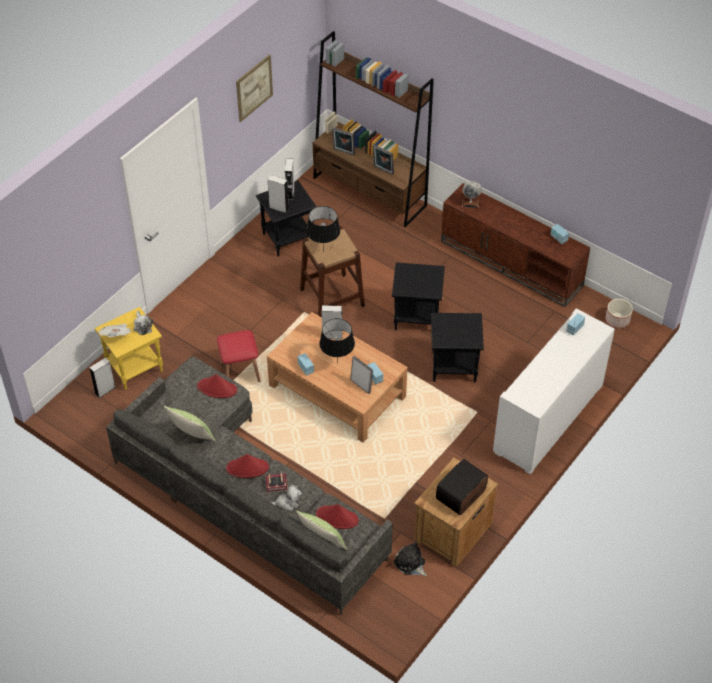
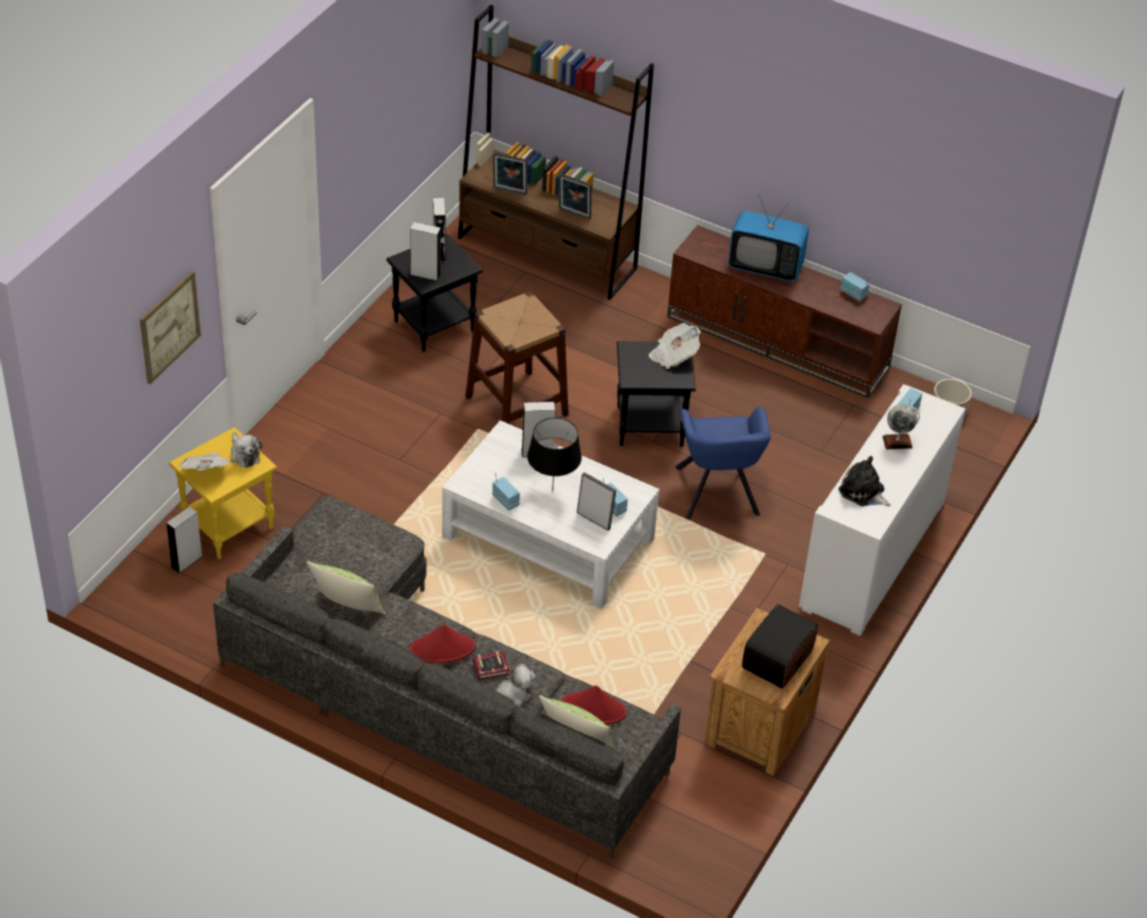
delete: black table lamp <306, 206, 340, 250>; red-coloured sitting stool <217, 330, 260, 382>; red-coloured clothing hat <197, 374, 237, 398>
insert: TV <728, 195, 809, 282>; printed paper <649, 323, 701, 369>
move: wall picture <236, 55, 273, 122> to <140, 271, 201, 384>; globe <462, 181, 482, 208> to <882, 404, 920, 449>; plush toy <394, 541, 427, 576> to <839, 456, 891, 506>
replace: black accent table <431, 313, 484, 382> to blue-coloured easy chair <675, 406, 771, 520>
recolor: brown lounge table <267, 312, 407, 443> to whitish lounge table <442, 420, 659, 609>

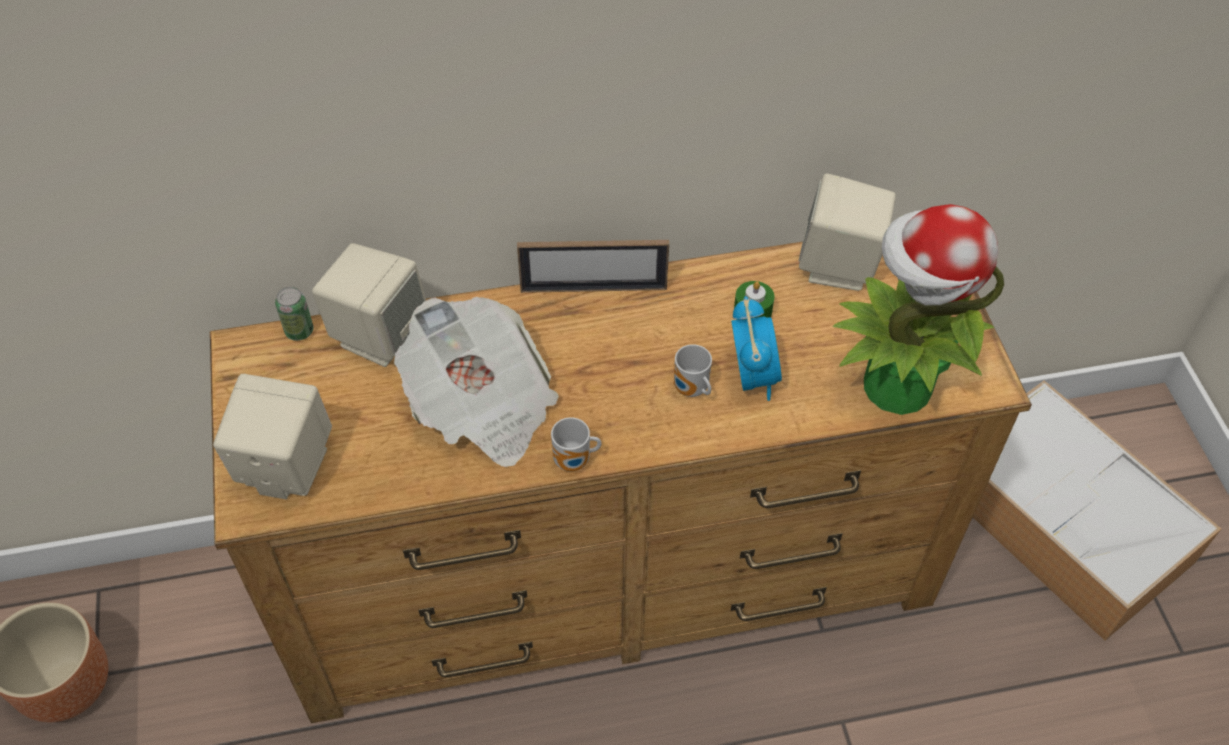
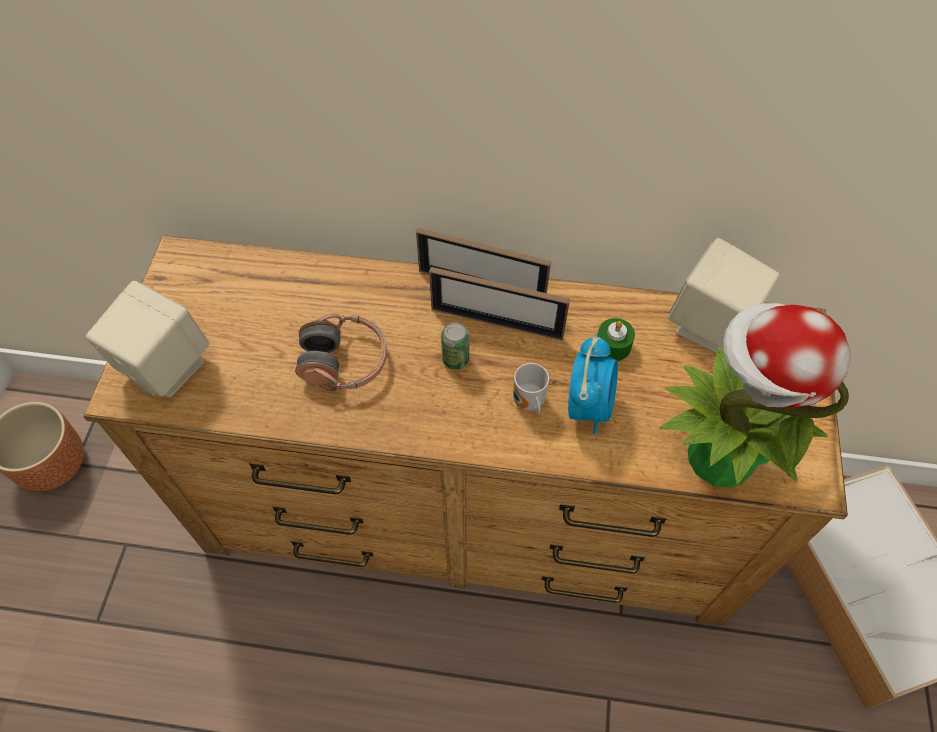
delete: beige speaker <312, 243, 426, 367>; tea mug <551, 417, 601, 472>
insert: photo frame <429, 267, 570, 341>
move: sealed can <275, 287, 314, 341> to <441, 322, 469, 370>
replace: printed paper <394, 297, 559, 467> to pair of headphones <295, 313, 387, 391>

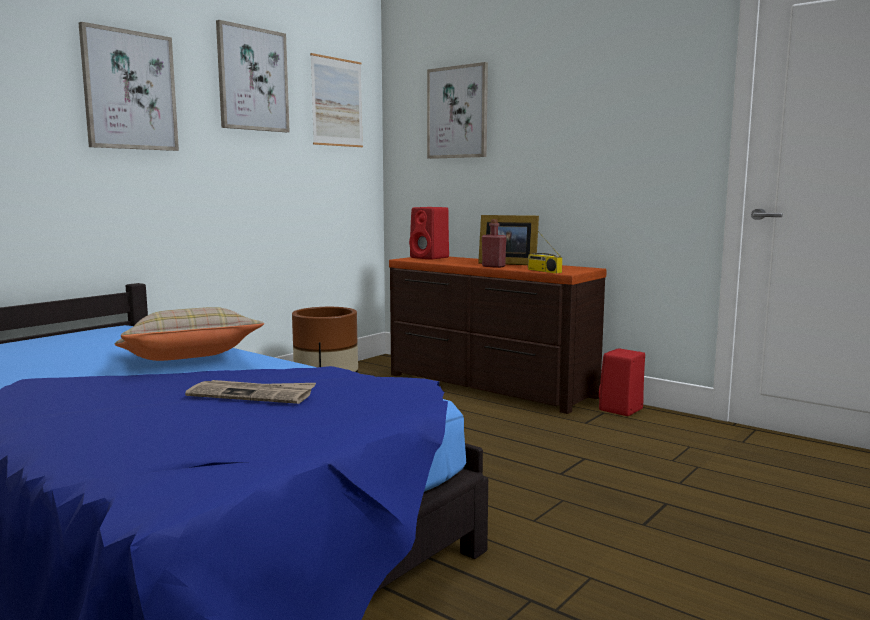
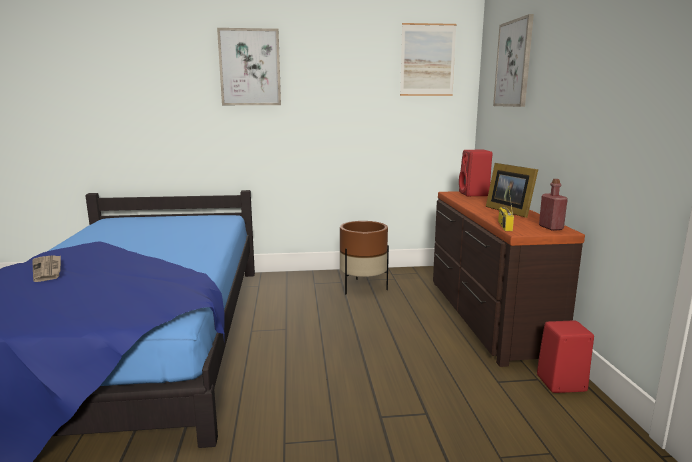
delete: wall picture <216, 20, 290, 132>; beige throw pillow <115, 307, 264, 361>
move: red-coloured beverage bottle <482, 219, 507, 268> to <539, 179, 568, 231>; printed paper <185, 380, 316, 404> to <32, 255, 61, 282>

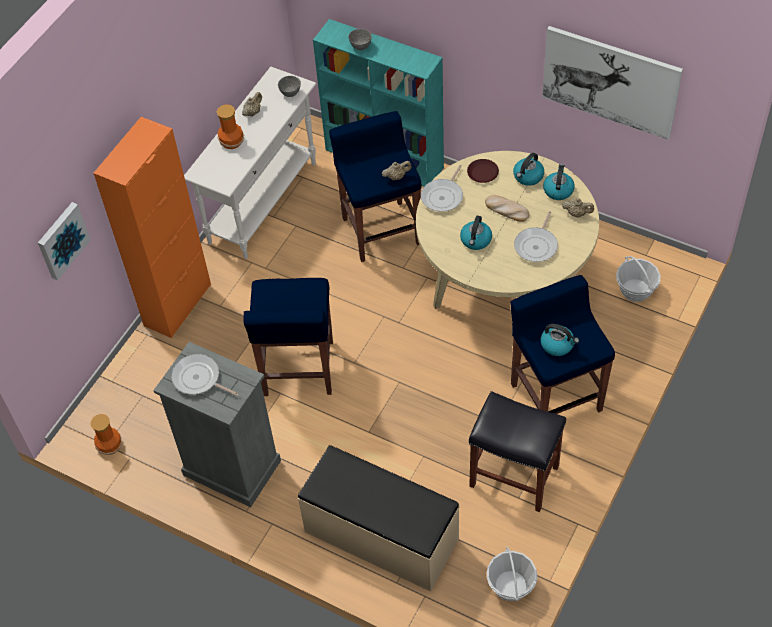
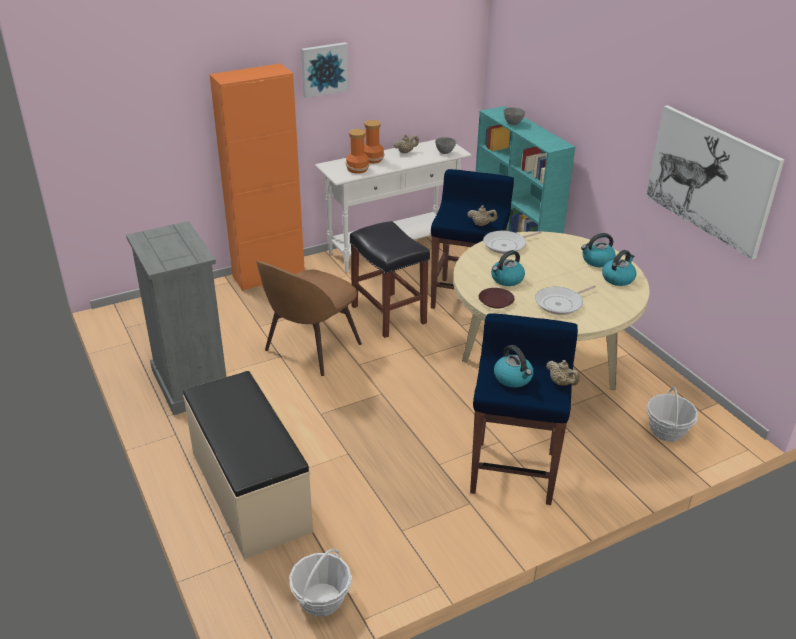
delete: baked bread <485, 195, 529, 222>; pan <171, 354, 239, 396>
move: brown plate <467, 159, 499, 183> to <479, 288, 515, 309>; beige pot for tea <562, 198, 594, 217> to <546, 360, 579, 386>; wall picture <38, 202, 91, 281> to <301, 42, 349, 98>; black sitting stool <469, 391, 566, 512> to <350, 221, 430, 338>; vase <90, 414, 122, 455> to <346, 129, 370, 174>
replace: blue-coloured sitting stool <244, 278, 333, 396> to brown upright chair <256, 261, 362, 376>

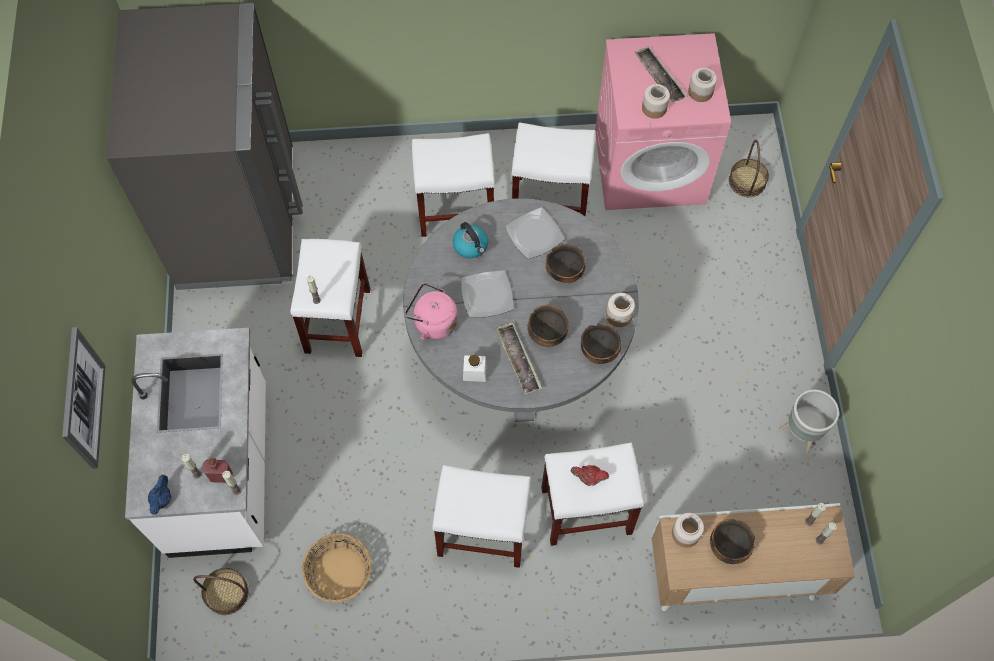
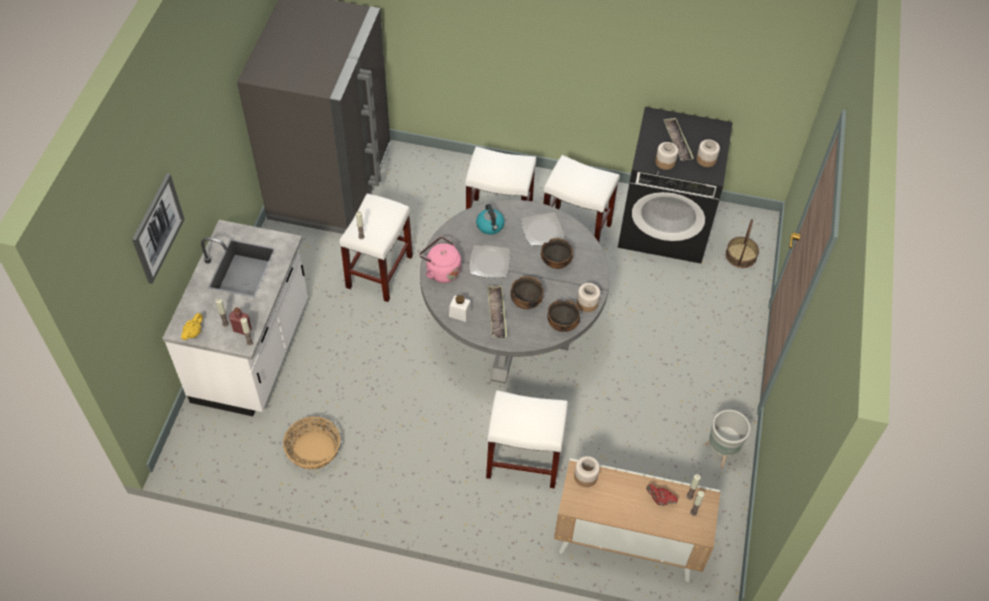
delete: whitish sitting stool <432, 465, 531, 568>; bowl <710, 519, 755, 564>; storage basket <193, 568, 249, 615>
move: red-coloured pot for tea <571, 465, 609, 486> to <646, 484, 678, 506>
recolor: pinkish laundry machine <595, 33, 731, 210> to black laundry machine <618, 107, 733, 264>; blue-coloured pot for tea <148, 475, 171, 515> to yellowish pot for tea <181, 313, 203, 340>

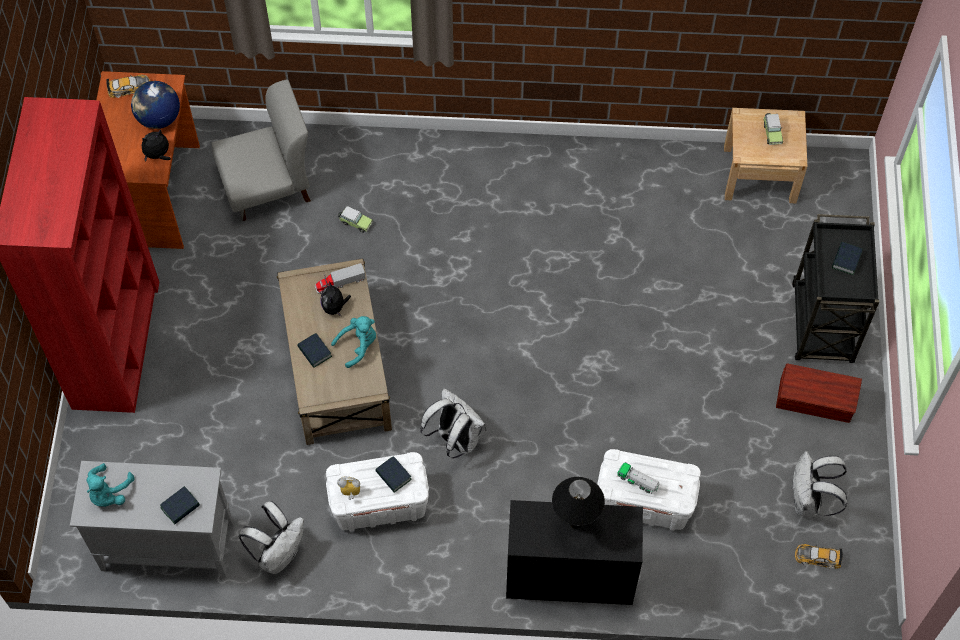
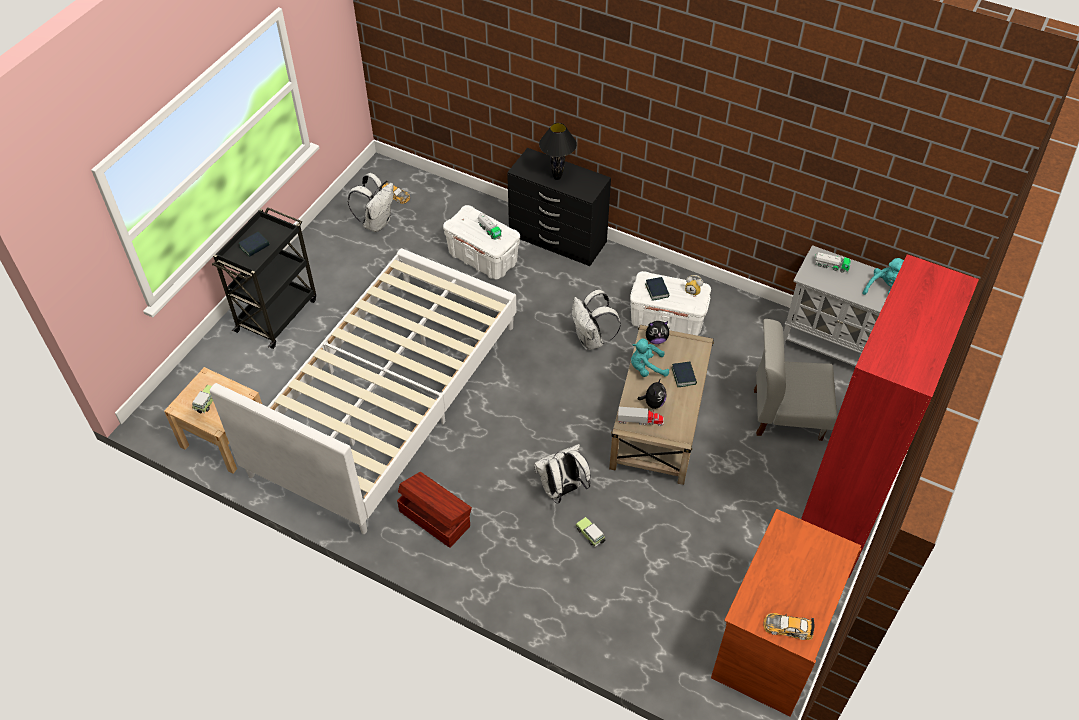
delete: globe <131, 81, 180, 129>
insert: whitish bed <210, 248, 517, 534>
move: gray upright chair <211, 80, 311, 221> to <754, 319, 837, 441>; plush toy <142, 129, 171, 161> to <646, 321, 669, 344>; brown storage bin <776, 364, 862, 423> to <397, 472, 472, 548>; whitish backpack <238, 501, 304, 574> to <534, 444, 591, 504>
replace: book <160, 486, 200, 524> to model truck <815, 252, 851, 273>

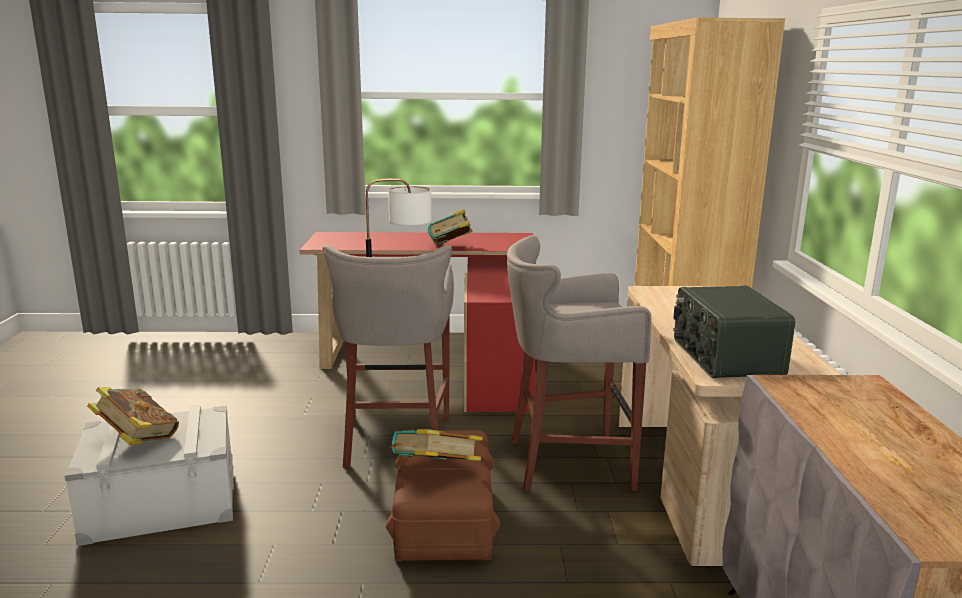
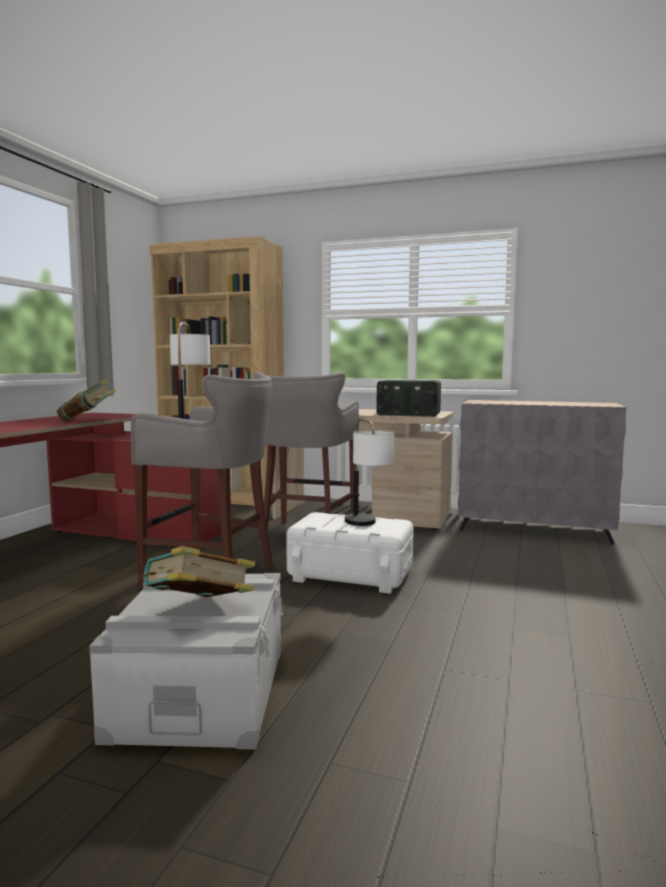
replace: book <390, 429, 483, 461> to table lamp <345, 419, 394, 526>
recolor: brown storage bin <386, 430, 500, 561> to whitish storage bin <286, 512, 414, 594>

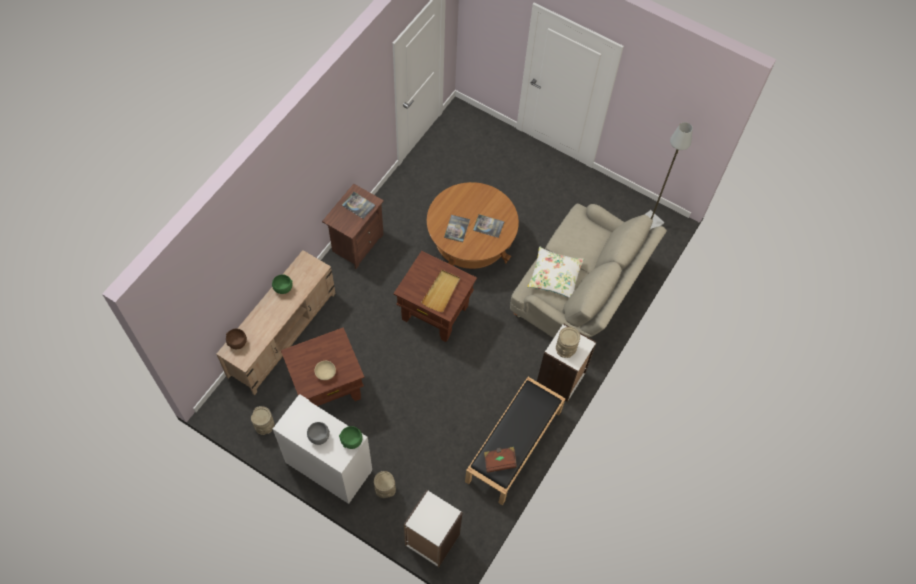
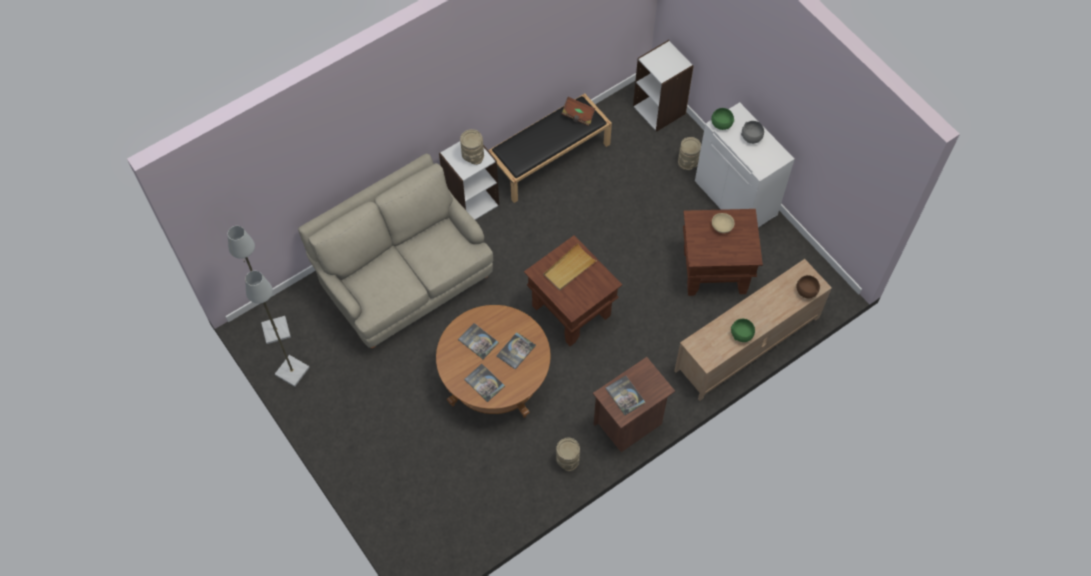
delete: whitish throw pillow <527, 246, 584, 298>
insert: gray standard lamp <245, 271, 310, 387>; book <464, 364, 505, 402>
move: beige vase <251, 406, 275, 435> to <556, 438, 580, 471>

